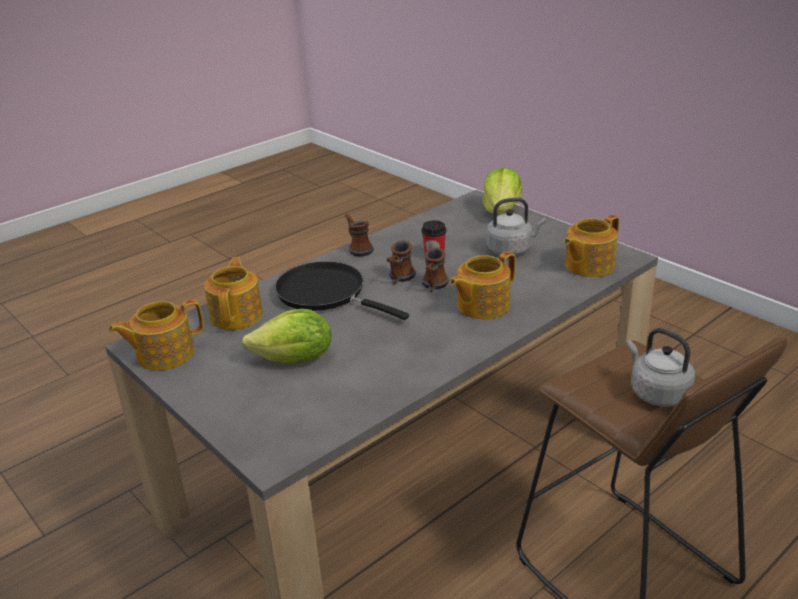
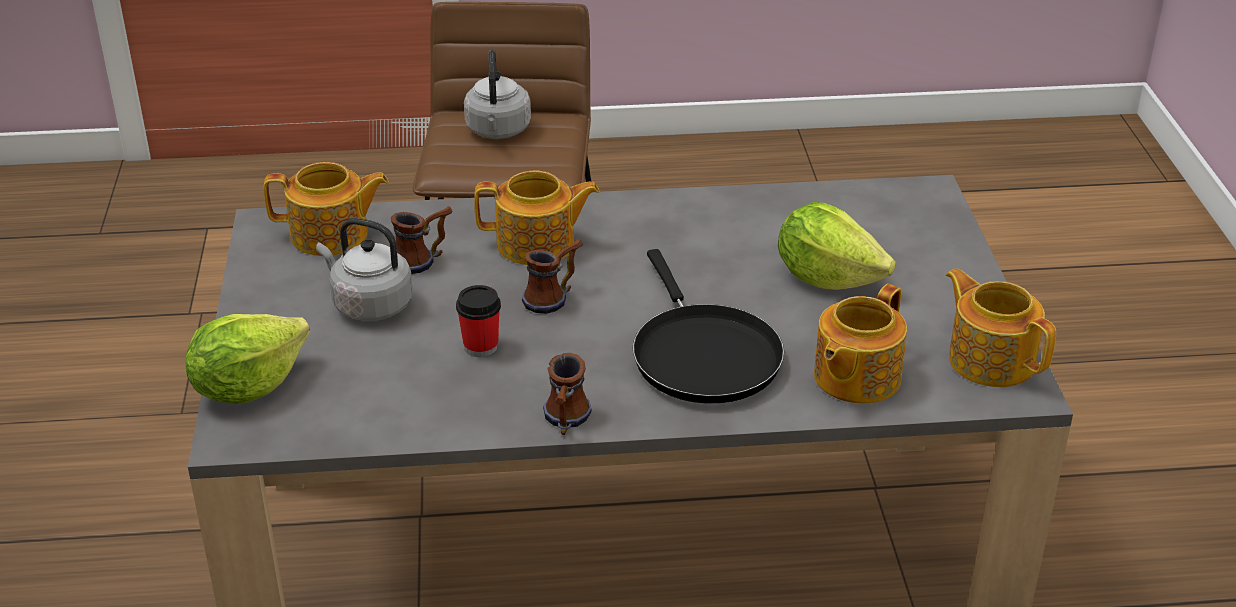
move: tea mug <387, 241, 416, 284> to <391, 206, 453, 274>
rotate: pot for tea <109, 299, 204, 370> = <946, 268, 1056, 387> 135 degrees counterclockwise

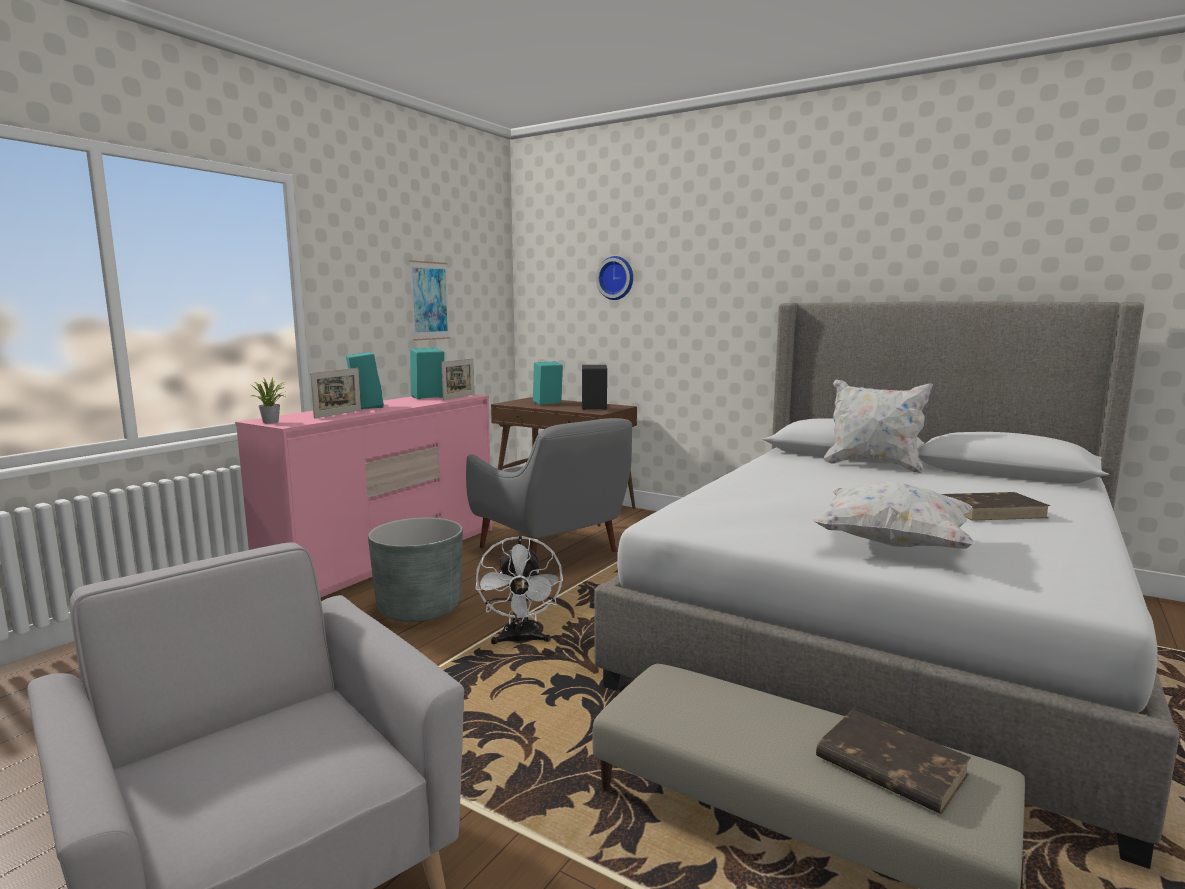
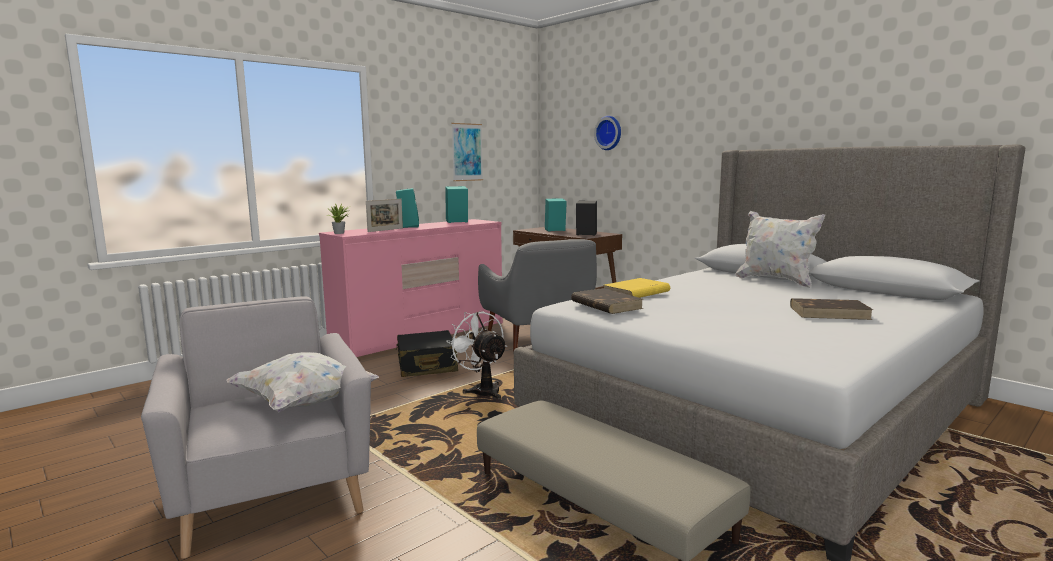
delete: photo frame <441, 358, 474, 400>
insert: yellowish book <604, 278, 670, 298>
move: whitish throw pillow <812, 482, 975, 549> to <227, 352, 379, 413>; brown book <816, 709, 971, 814> to <571, 288, 644, 314>
replace: gray flower pot <368, 517, 463, 622> to black travel case <396, 330, 458, 377>
rotate: whitish cooling fan <475, 536, 563, 645> = <446, 311, 507, 399> 135 degrees clockwise

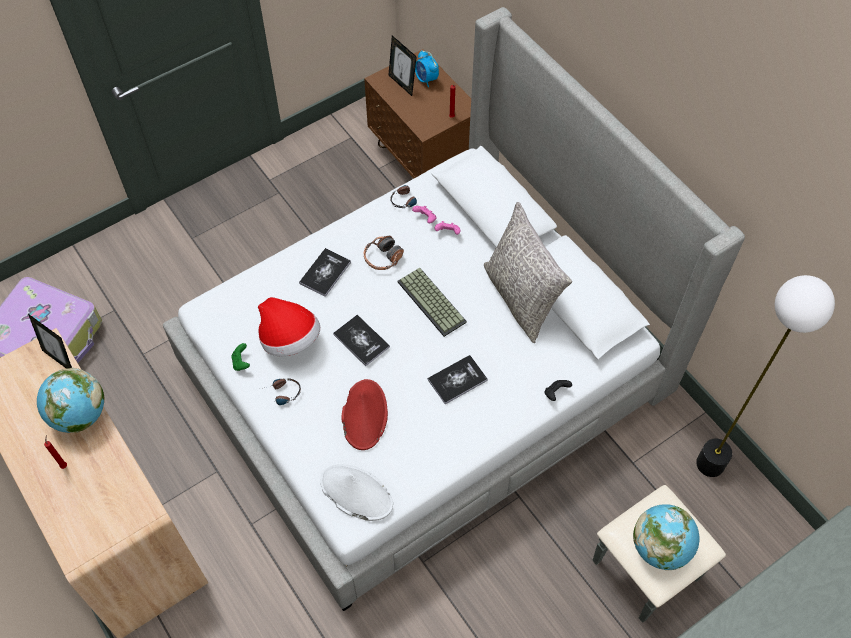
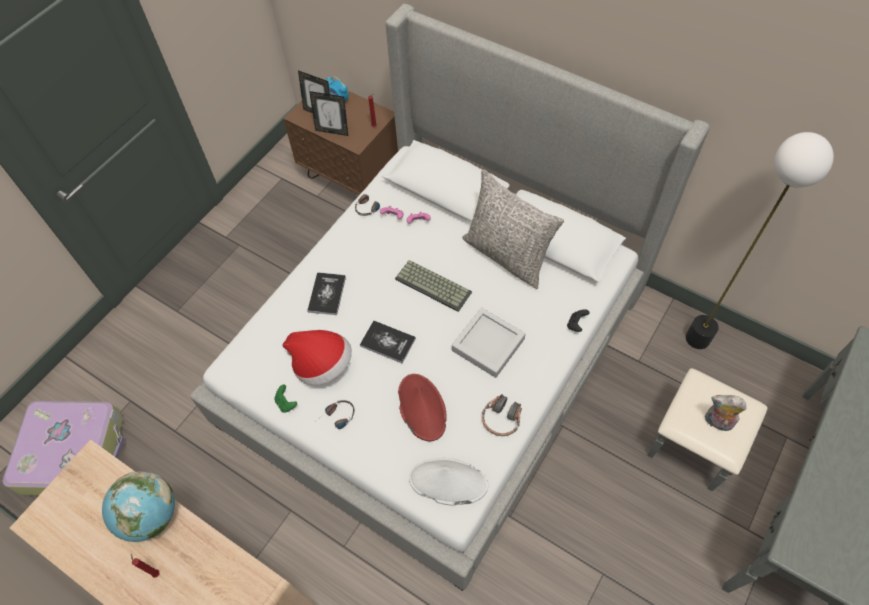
move: pair of headphones <364, 236, 404, 270> to <482, 394, 522, 436>; photo frame <28, 314, 72, 369> to <309, 91, 348, 136>
replace: book <428, 355, 488, 404> to gray tray <452, 307, 525, 378>; globe <633, 504, 700, 570> to plush toy <705, 395, 746, 431>

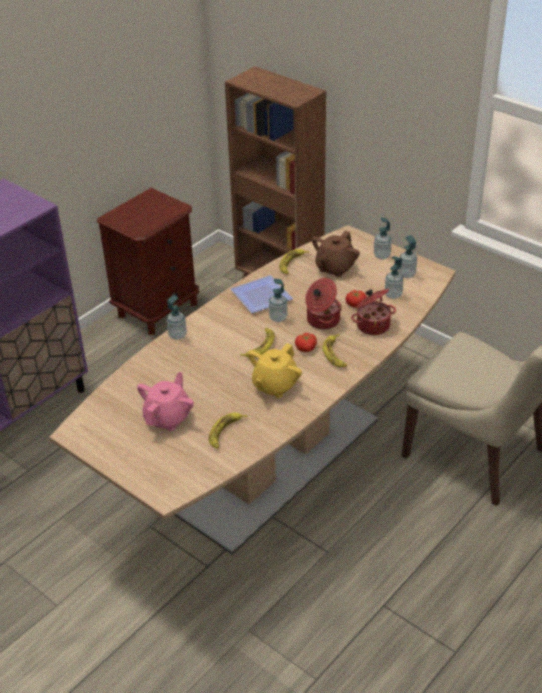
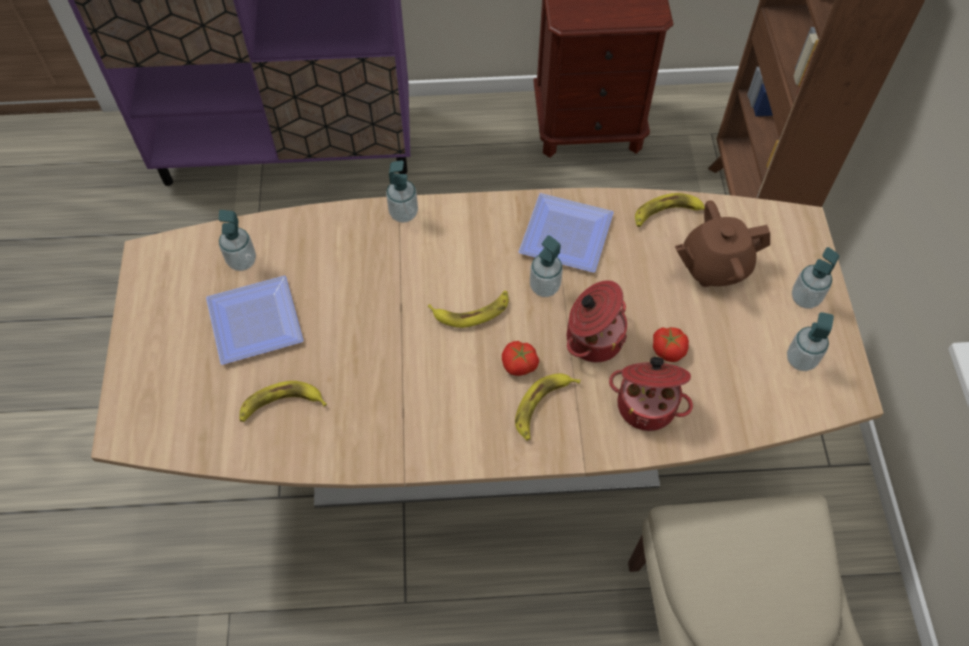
delete: yellowish pot for tea <248, 343, 302, 398>
move: soap bottle <385, 256, 404, 299> to <219, 210, 256, 271>
replace: pinkish pot for tea <137, 372, 194, 431> to plate <206, 275, 304, 365>

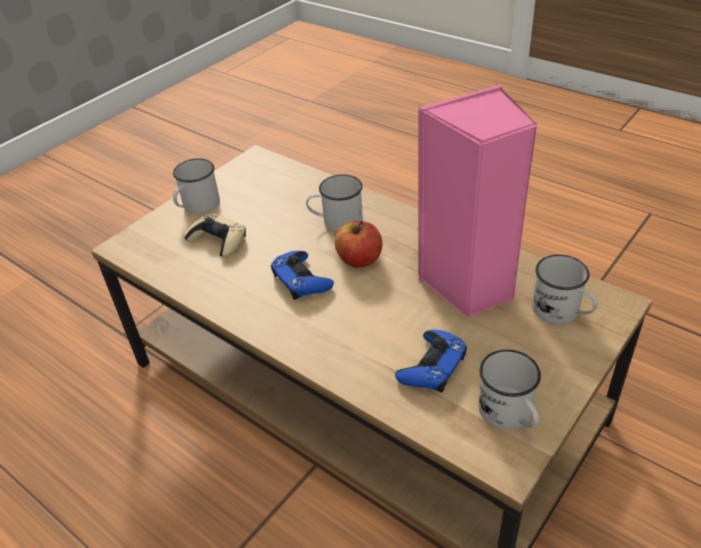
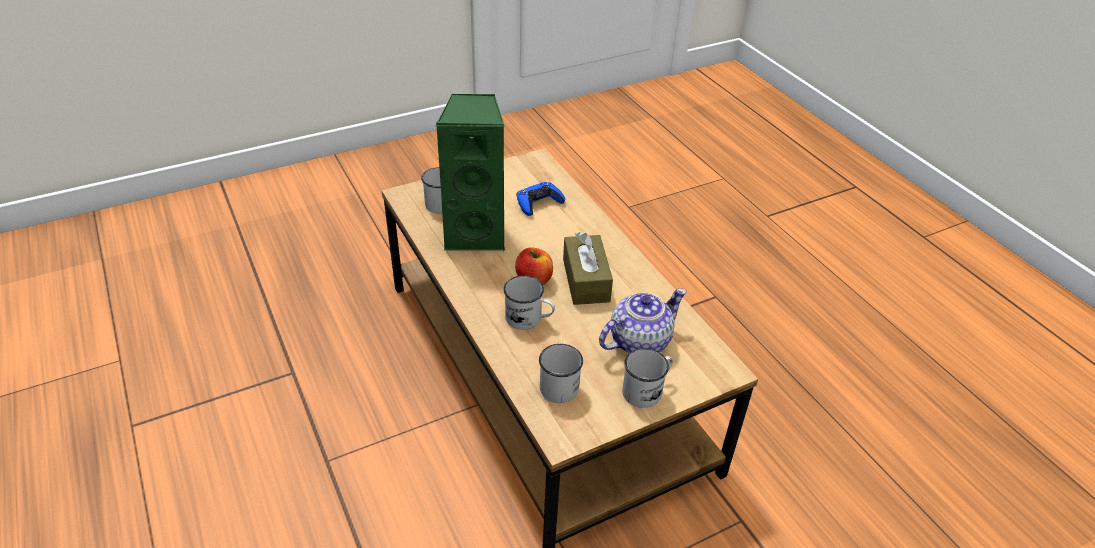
move: whitish tea mug <478, 350, 541, 430> to <539, 342, 583, 403>
replace: beige gamepad <184, 213, 246, 258> to pot for tea <599, 288, 687, 353>; blue-coloured gamepad <271, 251, 334, 300> to brown tissue holder <563, 232, 613, 305>
recolor: pinkish speaker <417, 83, 538, 319> to green speaker <435, 94, 505, 251>

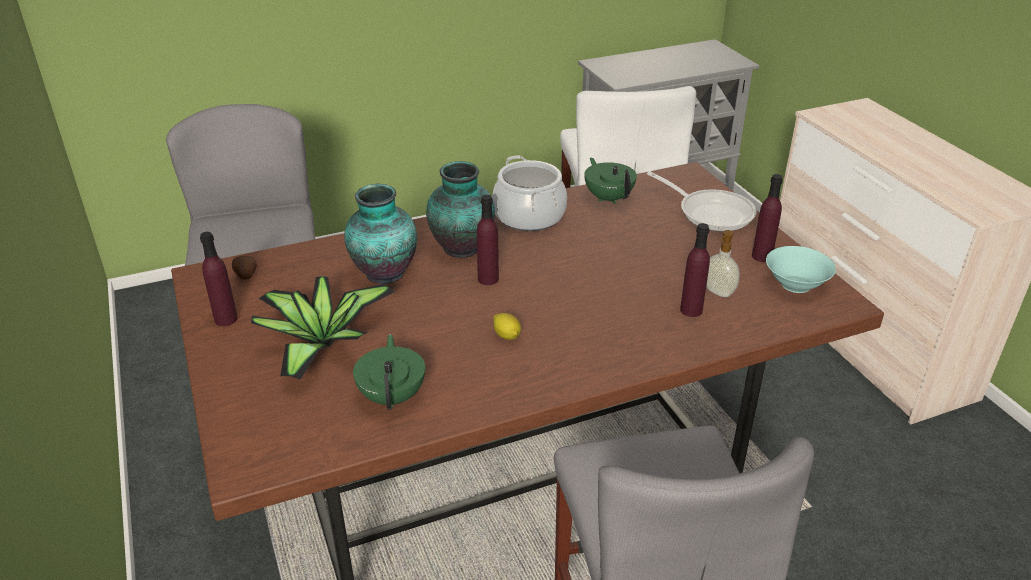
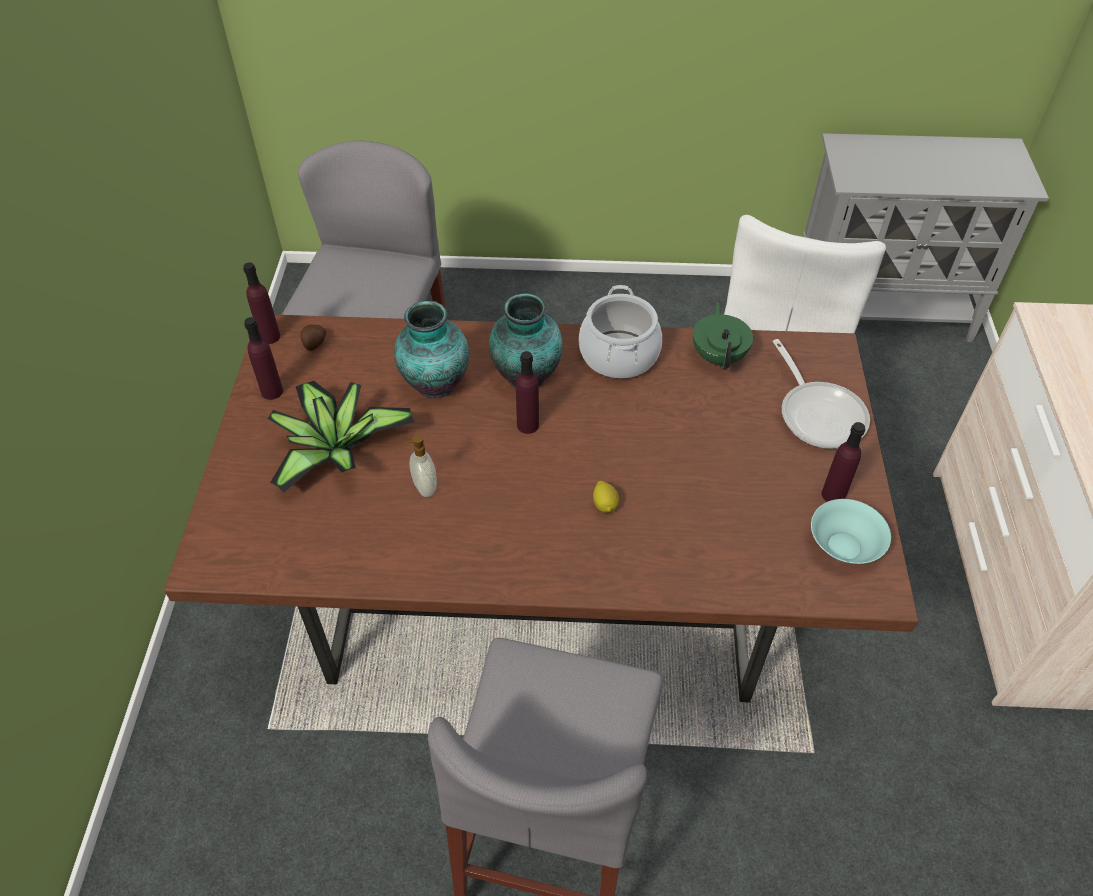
delete: green pot for tea <353, 334, 425, 410>
move: purple beverage bottle <680, 223, 710, 317> to <243, 262, 280, 344>; soap bottle <706, 230, 740, 297> to <403, 434, 437, 497>; lemon <493, 313, 521, 340> to <593, 481, 619, 513>

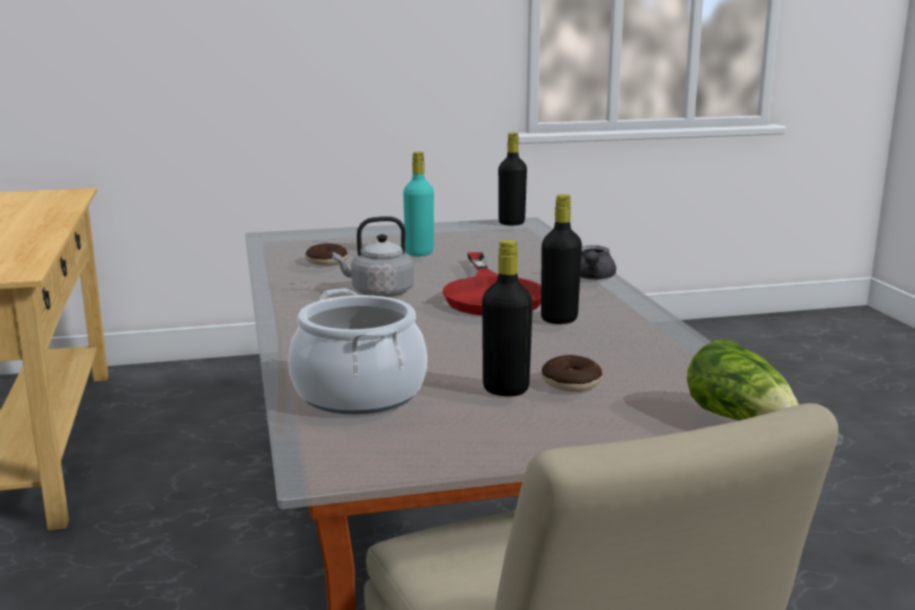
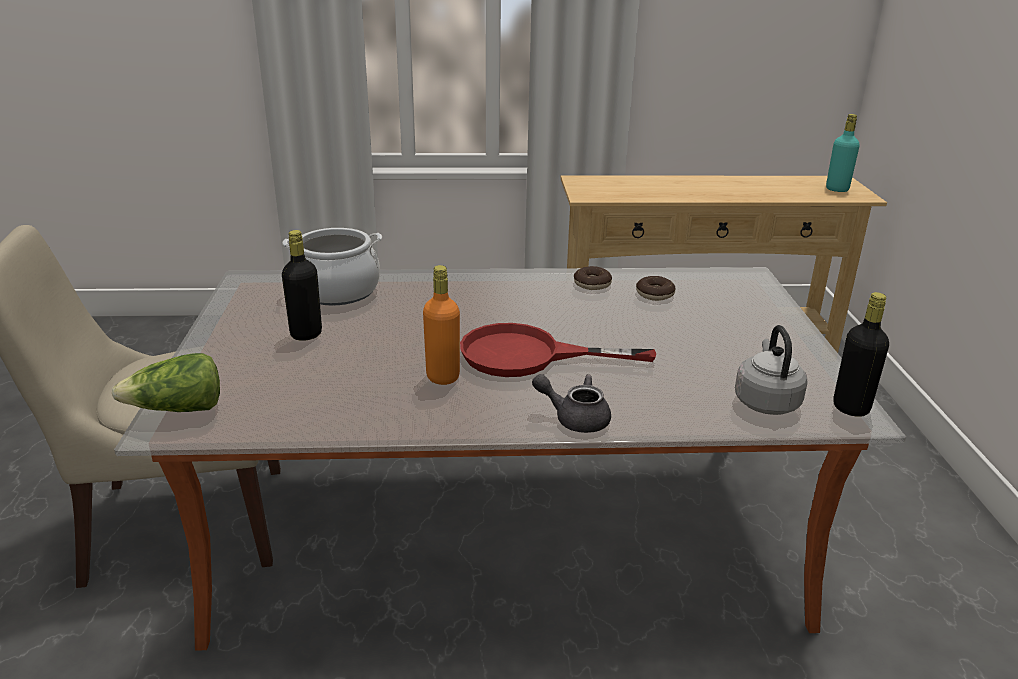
move: blue-green beverage bottle <403, 152, 434, 256> to <826, 114, 860, 192>; gray kettle <332, 216, 414, 297> to <735, 325, 808, 415>; doughnut <542, 355, 602, 392> to <574, 266, 612, 290>
recolor: black beverage bottle <541, 194, 582, 324> to orange-coloured beverage bottle <423, 265, 460, 385>

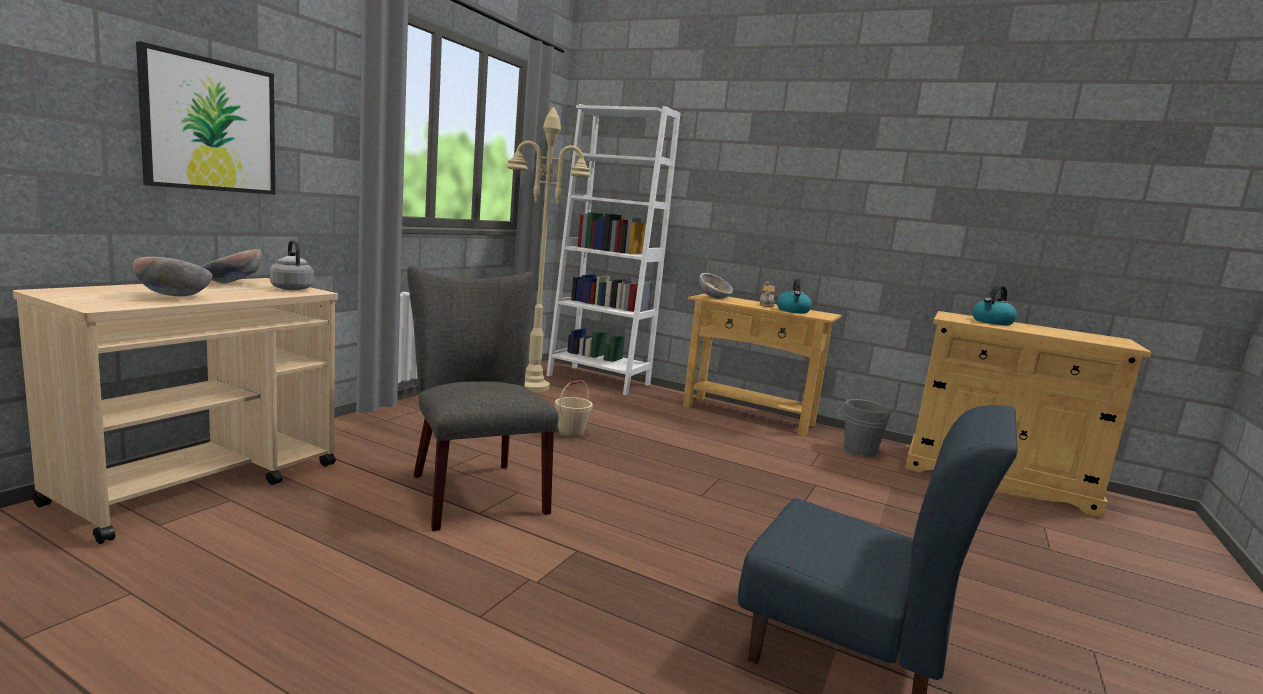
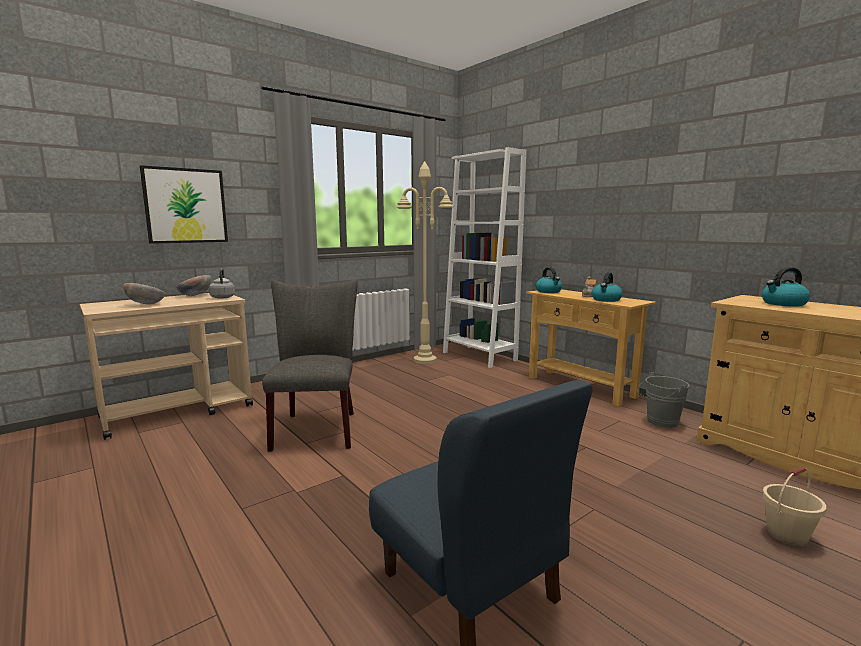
move: beige bucket <555, 380, 593, 438> to <762, 467, 826, 546>
replace: bowl <699, 273, 733, 299> to kettle <536, 267, 562, 293>

